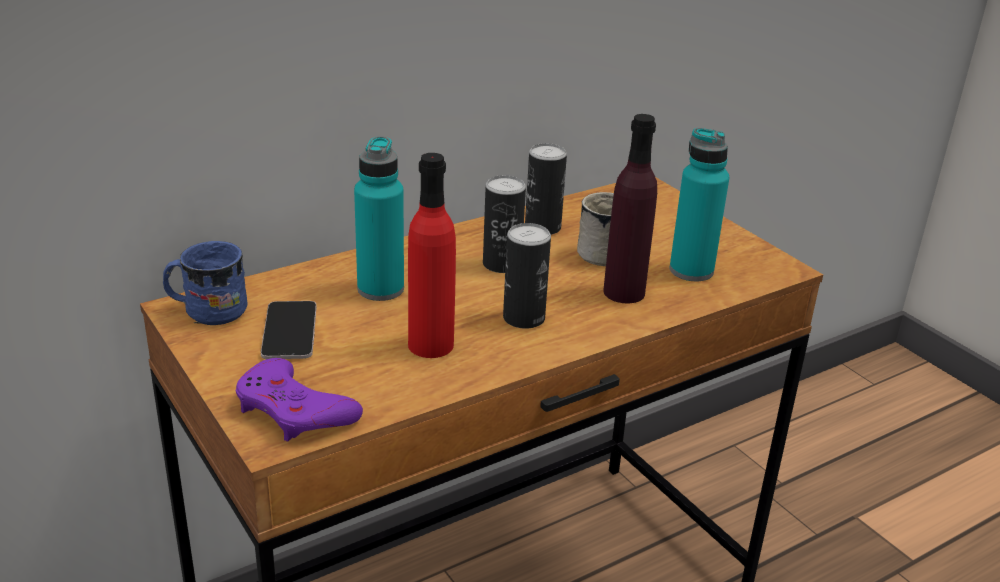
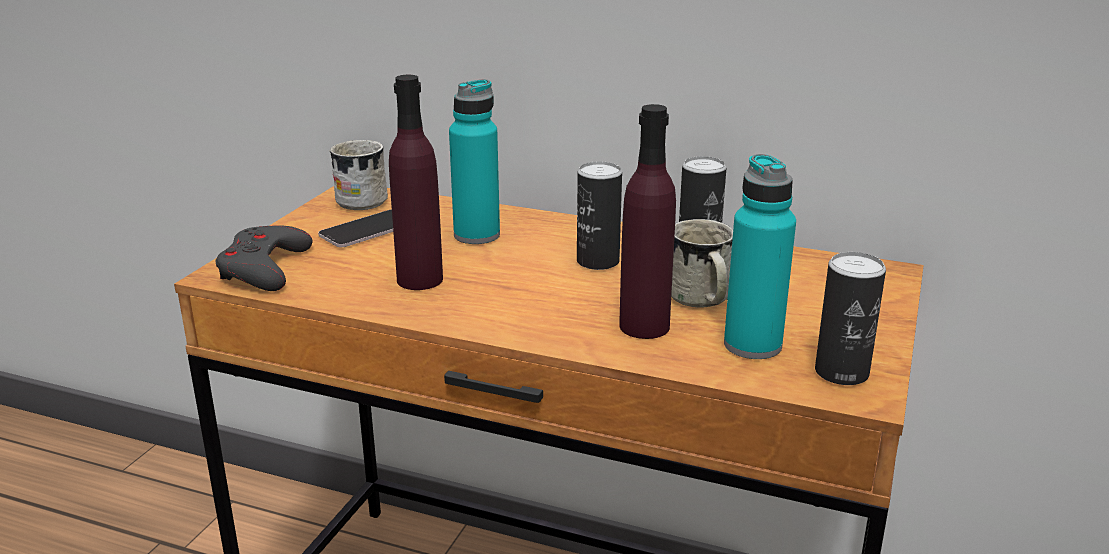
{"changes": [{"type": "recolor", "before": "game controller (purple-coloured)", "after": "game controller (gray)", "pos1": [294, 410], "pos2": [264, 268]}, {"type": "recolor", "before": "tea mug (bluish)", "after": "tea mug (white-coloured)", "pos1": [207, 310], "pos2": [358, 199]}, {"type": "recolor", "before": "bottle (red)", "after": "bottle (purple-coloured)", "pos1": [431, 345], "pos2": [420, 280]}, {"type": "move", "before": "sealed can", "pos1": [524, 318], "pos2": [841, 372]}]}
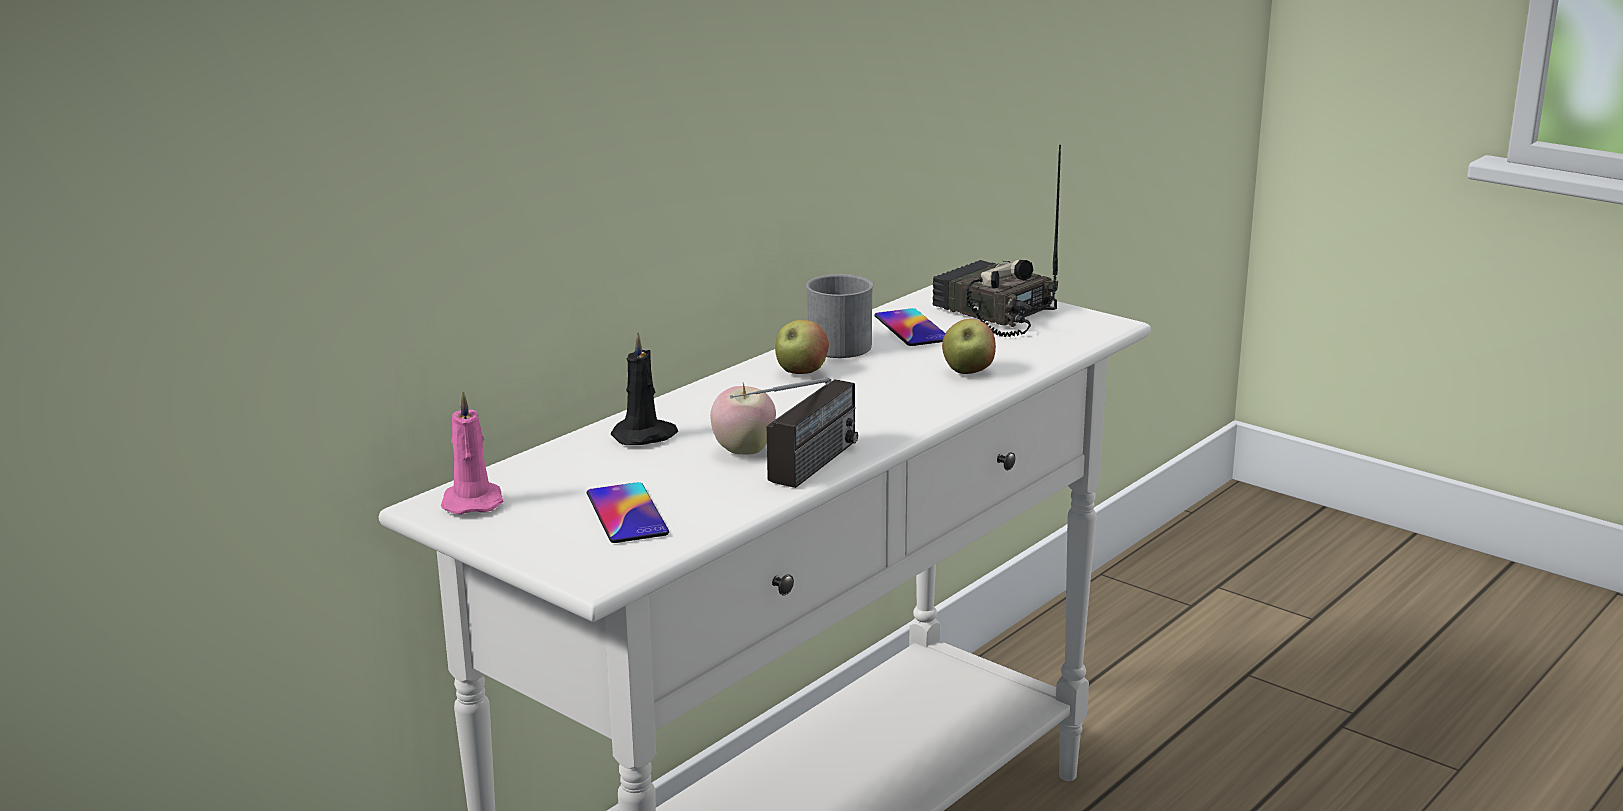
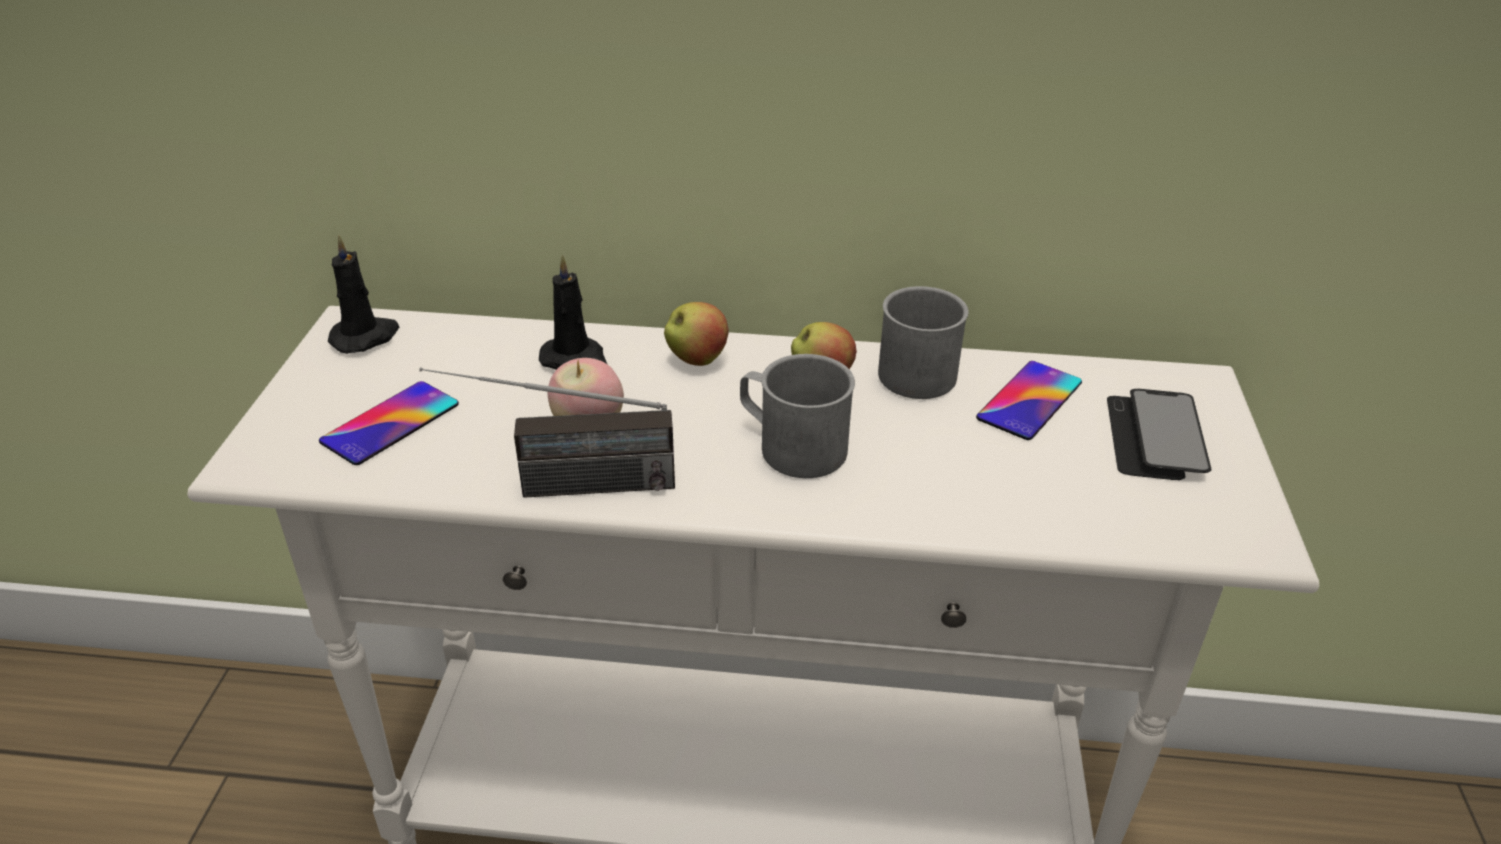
{"changes": [{"type": "recolor", "before": "candle (pinkish)", "after": "candle (black-coloured)", "pos1": [472, 501], "pos2": [366, 337]}, {"type": "move", "before": "apple", "pos1": [968, 372], "pos2": [697, 360]}, {"type": "insert", "after": "tea mug (gray)", "pos2": [791, 446]}, {"type": "replace", "before": "radio receiver", "after": "handset", "pos1": [992, 313], "pos2": [1155, 437]}]}
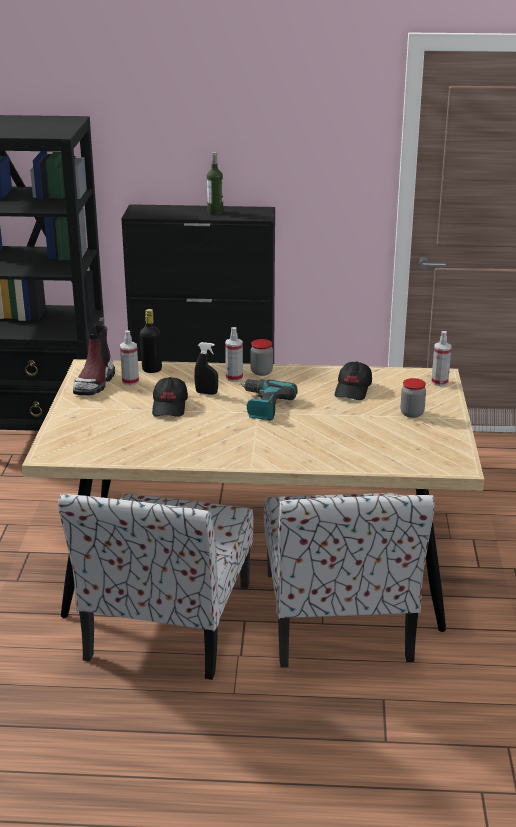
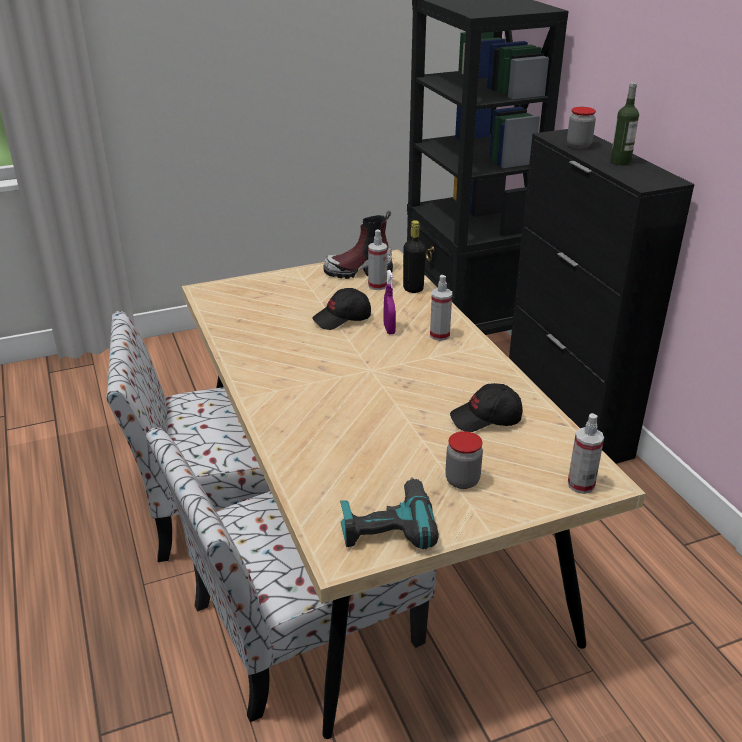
{"changes": [{"type": "move", "before": "electric drill", "pos1": [263, 406], "pos2": [387, 525]}, {"type": "recolor", "before": "hand sprayer (black-coloured)", "after": "hand sprayer (purple-coloured)", "pos1": [206, 393], "pos2": [389, 329]}, {"type": "move", "before": "storage jar", "pos1": [261, 372], "pos2": [578, 146]}]}
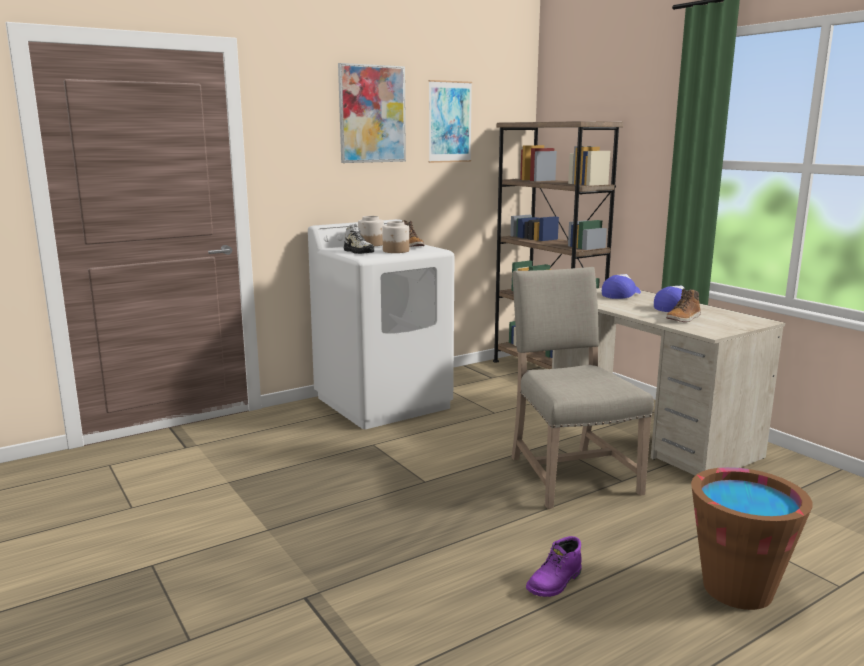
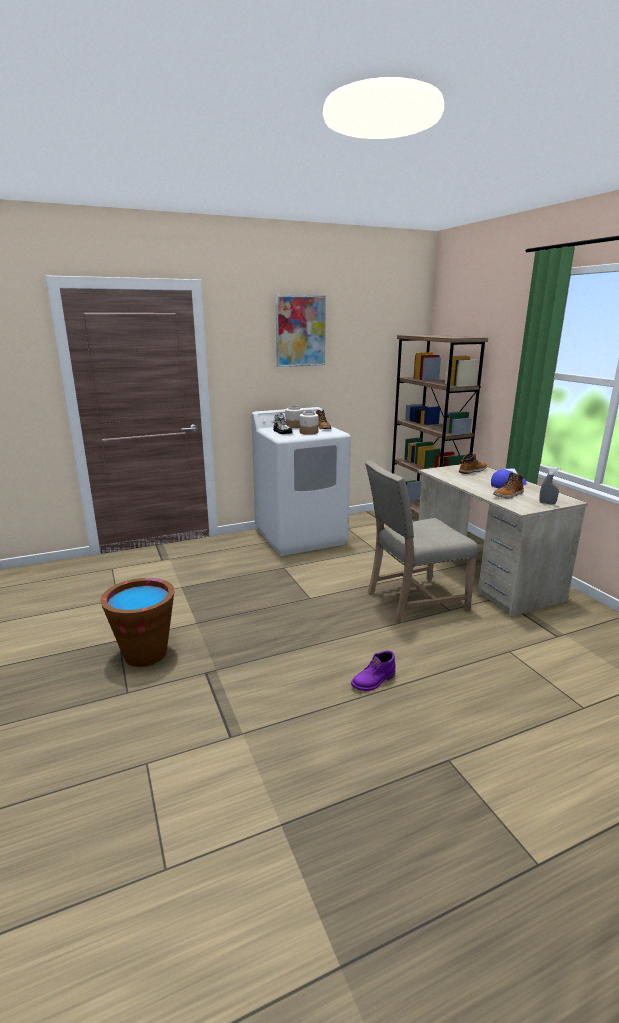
{"changes": [{"type": "move", "before": "bucket (brownish)", "pos1": [737, 589], "pos2": [145, 654]}, {"type": "rotate", "before": "upright chair (sand-coloured)", "pos1": [569, 473], "pos2": [413, 601], "turn": -105}, {"type": "replace", "before": "cap", "after": "boot", "pos1": [621, 294], "pos2": [472, 471]}, {"type": "insert", "after": "hand sprayer (gray)", "pos2": [547, 503]}, {"type": "delete", "before": "wall picture", "pos1": [449, 122]}]}
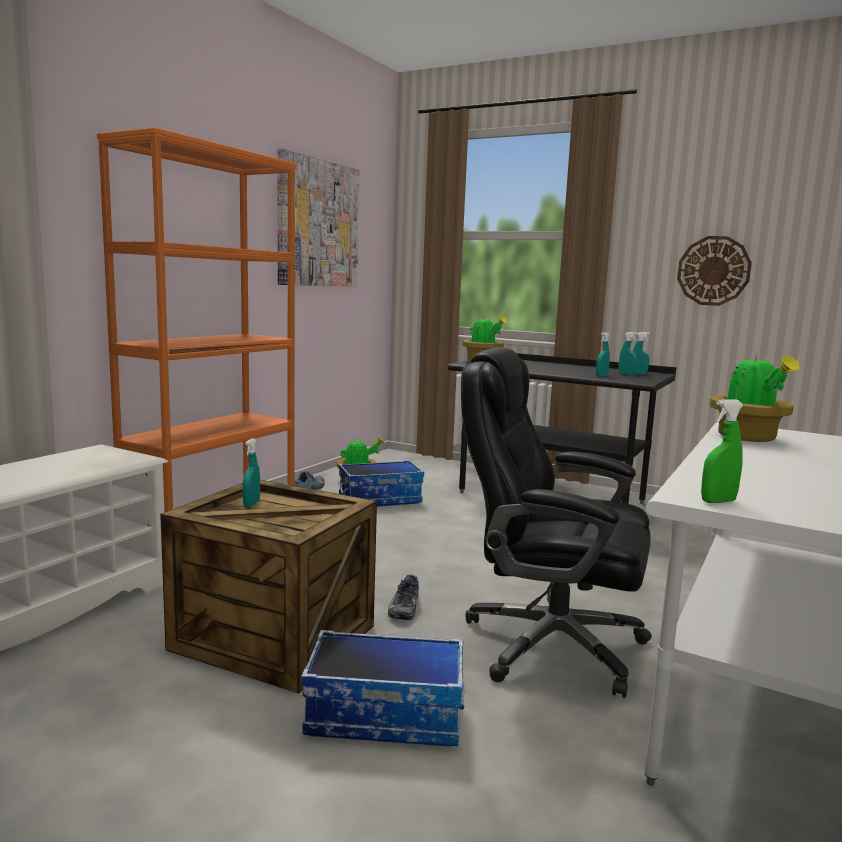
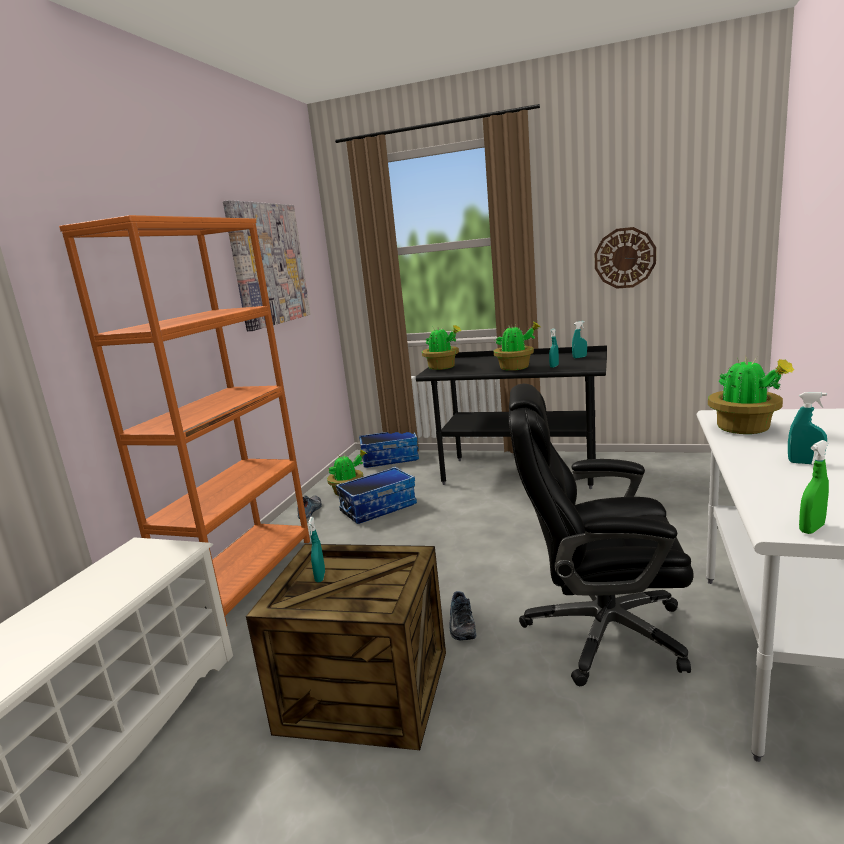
{"changes": [{"type": "move", "before": "storage container", "pos1": [386, 715], "pos2": [390, 459]}, {"type": "insert", "after": "houseplant", "pos2": [516, 368]}, {"type": "move", "before": "hand sprayer (blue-green)", "pos1": [626, 374], "pos2": [805, 463]}]}
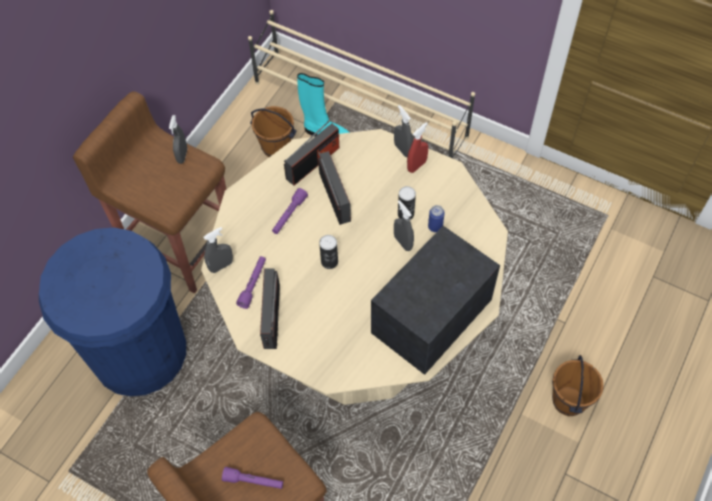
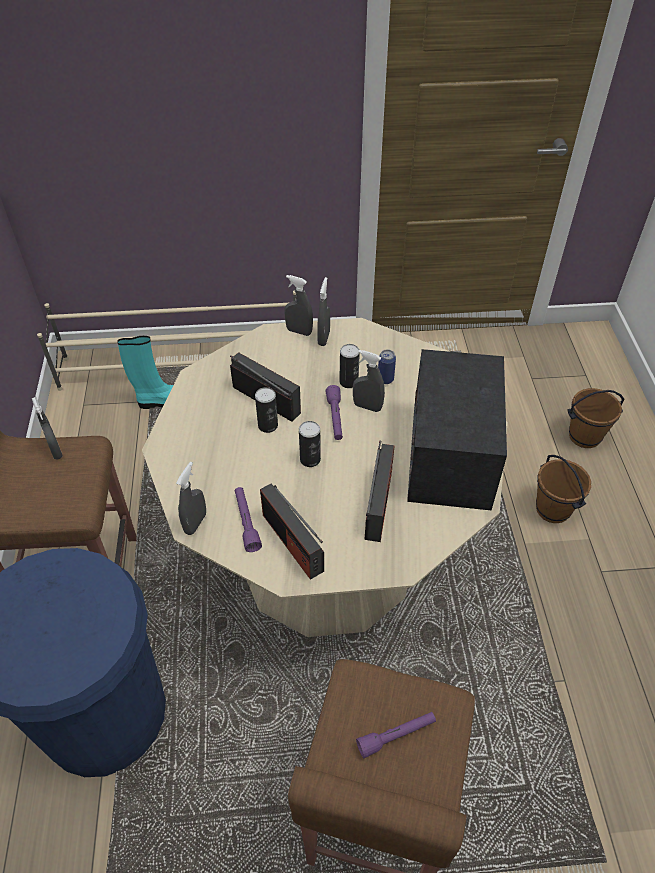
{"changes": [{"type": "insert", "after": "sealed can", "pos2": [268, 425]}, {"type": "recolor", "before": "hand sprayer (red)", "after": "hand sprayer (gray)", "pos1": [417, 165], "pos2": [324, 338]}, {"type": "move", "before": "flashlight (purple-coloured)", "pos1": [289, 215], "pos2": [335, 418]}, {"type": "move", "before": "radio receiver", "pos1": [313, 163], "pos2": [378, 504]}, {"type": "move", "before": "bucket (brownish)", "pos1": [276, 147], "pos2": [584, 436]}]}
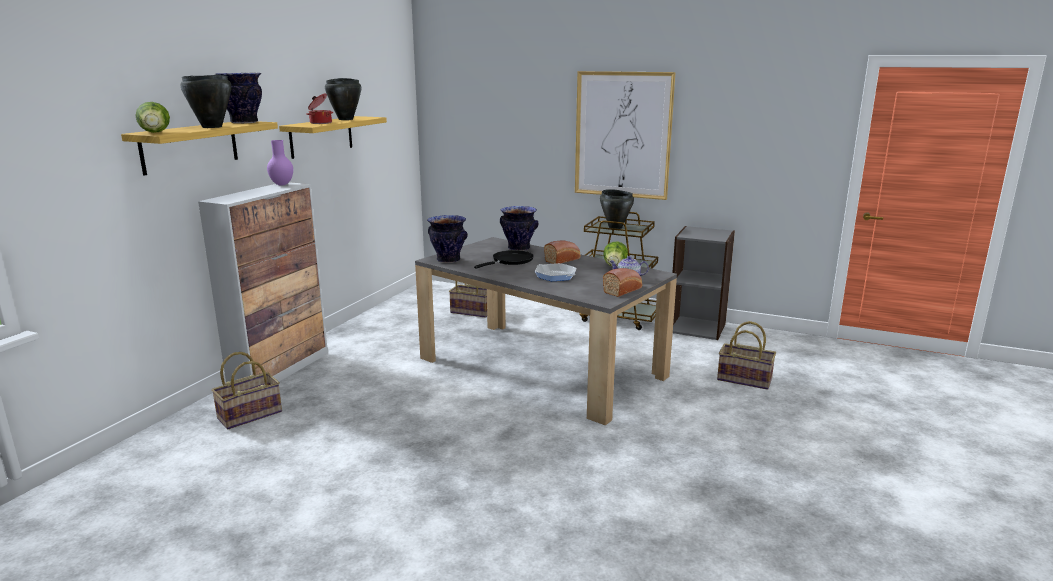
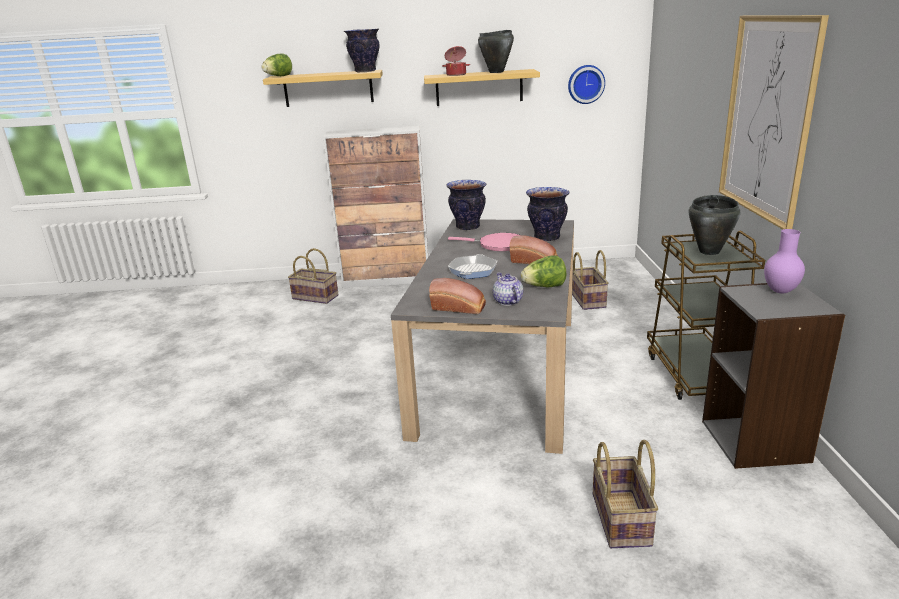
{"changes": [{"type": "recolor", "before": "frying pan (black-coloured)", "after": "frying pan (pinkish)", "pos1": [510, 261], "pos2": [498, 245]}, {"type": "insert", "after": "hanging clock", "pos2": [585, 84]}, {"type": "move", "before": "flower vase (purple-coloured)", "pos1": [282, 184], "pos2": [781, 291]}, {"type": "delete", "before": "stockpot (black-coloured)", "pos1": [212, 127]}]}
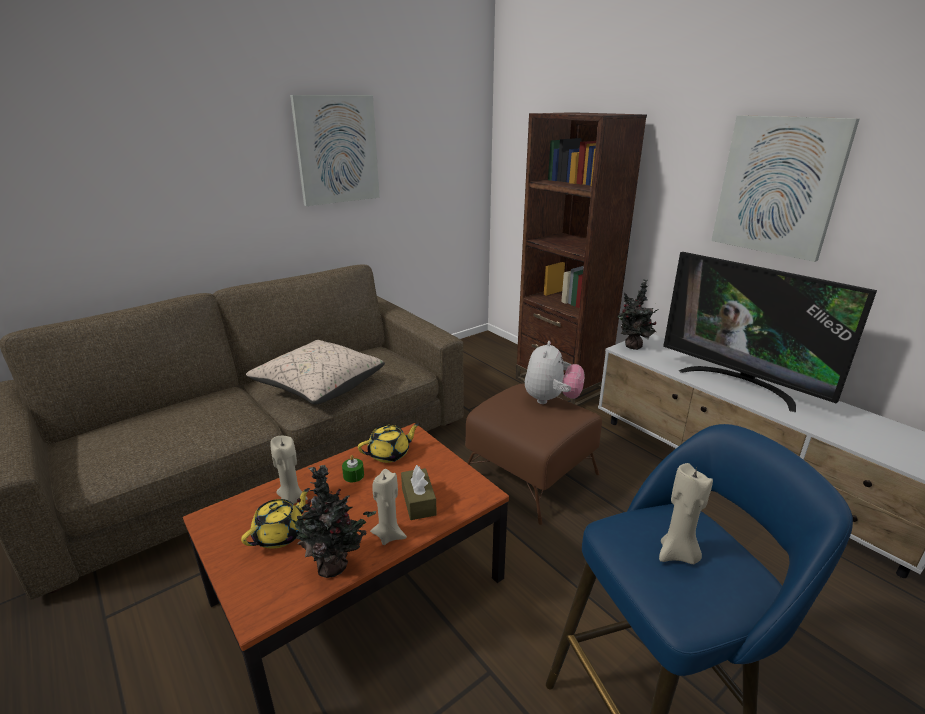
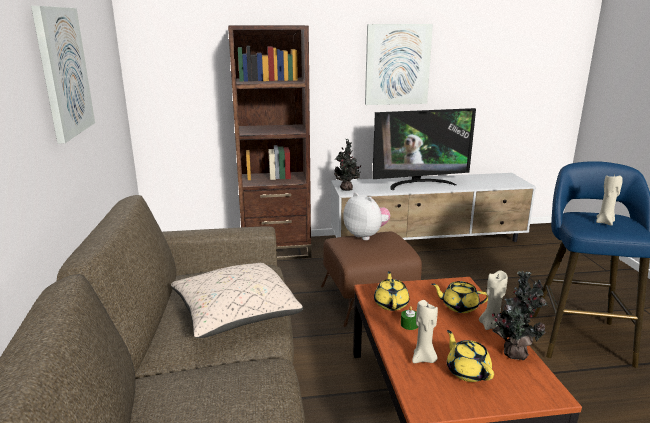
{"changes": [{"type": "replace", "before": "tissue box (brownish)", "after": "pot for tea (yellow-coloured)", "pos1": [418, 501], "pos2": [459, 306]}]}
